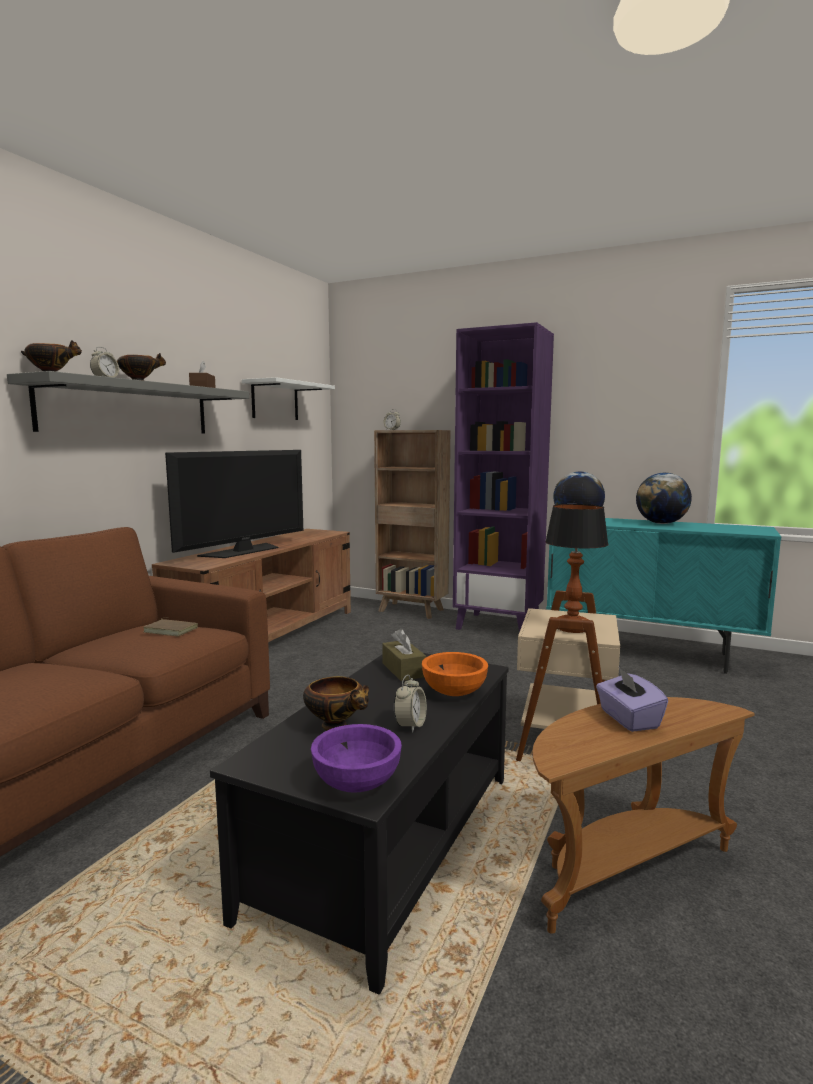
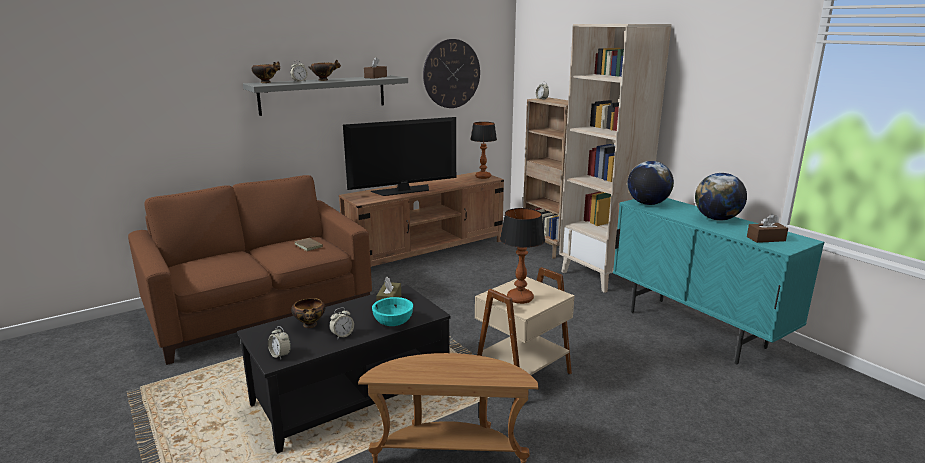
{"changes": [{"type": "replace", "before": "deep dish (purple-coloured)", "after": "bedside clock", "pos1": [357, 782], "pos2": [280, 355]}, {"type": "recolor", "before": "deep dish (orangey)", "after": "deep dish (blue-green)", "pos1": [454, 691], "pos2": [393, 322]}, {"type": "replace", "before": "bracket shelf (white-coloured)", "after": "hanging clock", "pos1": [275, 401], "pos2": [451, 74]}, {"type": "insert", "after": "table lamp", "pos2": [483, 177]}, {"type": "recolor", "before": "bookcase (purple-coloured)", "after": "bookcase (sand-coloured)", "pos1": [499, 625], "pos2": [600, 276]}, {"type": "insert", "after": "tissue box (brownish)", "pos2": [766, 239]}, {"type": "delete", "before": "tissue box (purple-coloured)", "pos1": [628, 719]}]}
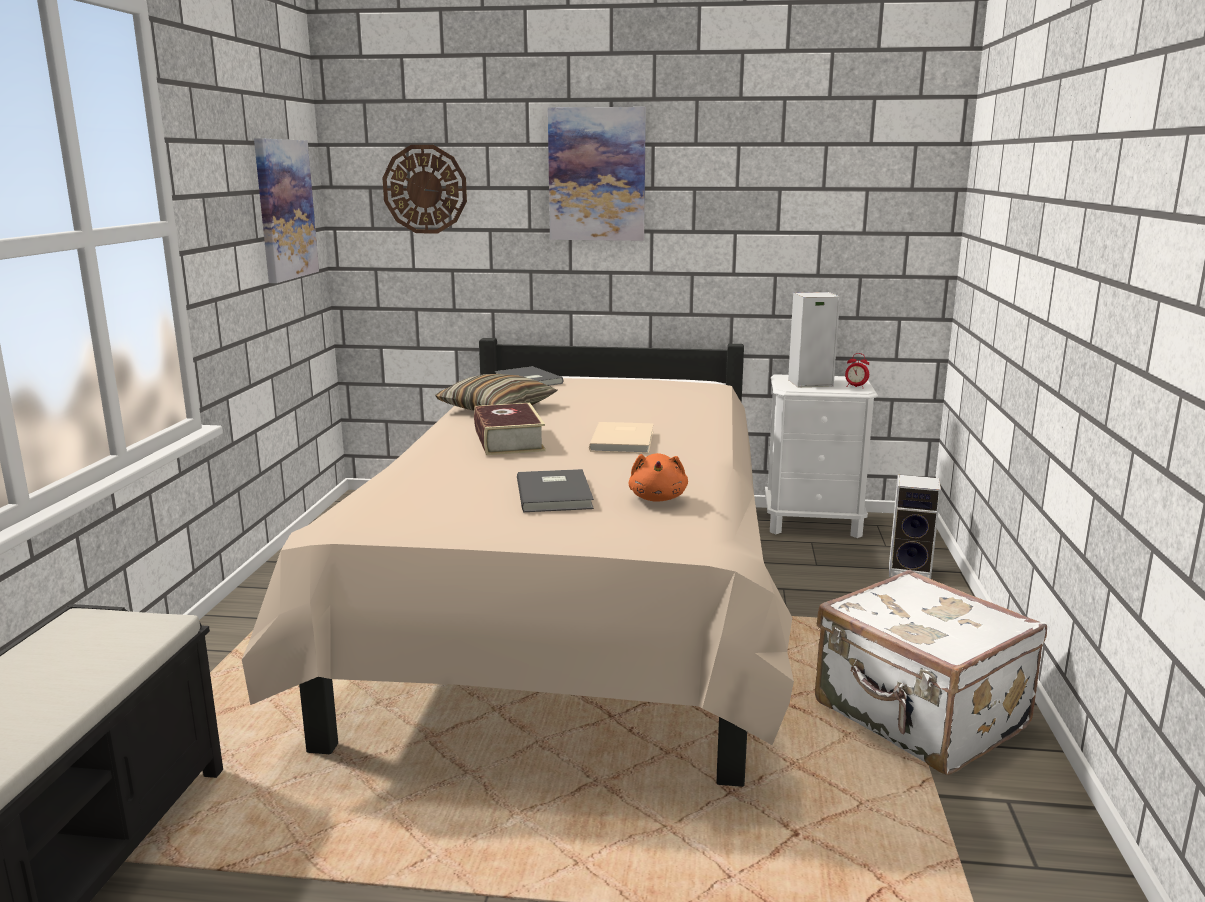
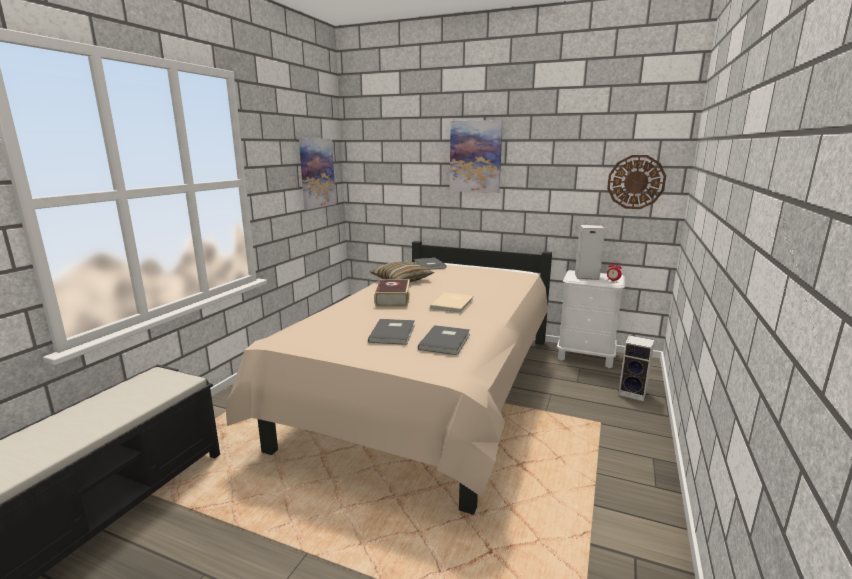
{"changes": [{"type": "replace", "before": "soft toy (orangey)", "after": "bound book (gray)", "pos1": [658, 498], "pos2": [446, 341]}, {"type": "move", "before": "hanging clock", "pos1": [425, 189], "pos2": [636, 182]}, {"type": "delete", "before": "suitcase (white-coloured)", "pos1": [918, 717]}]}
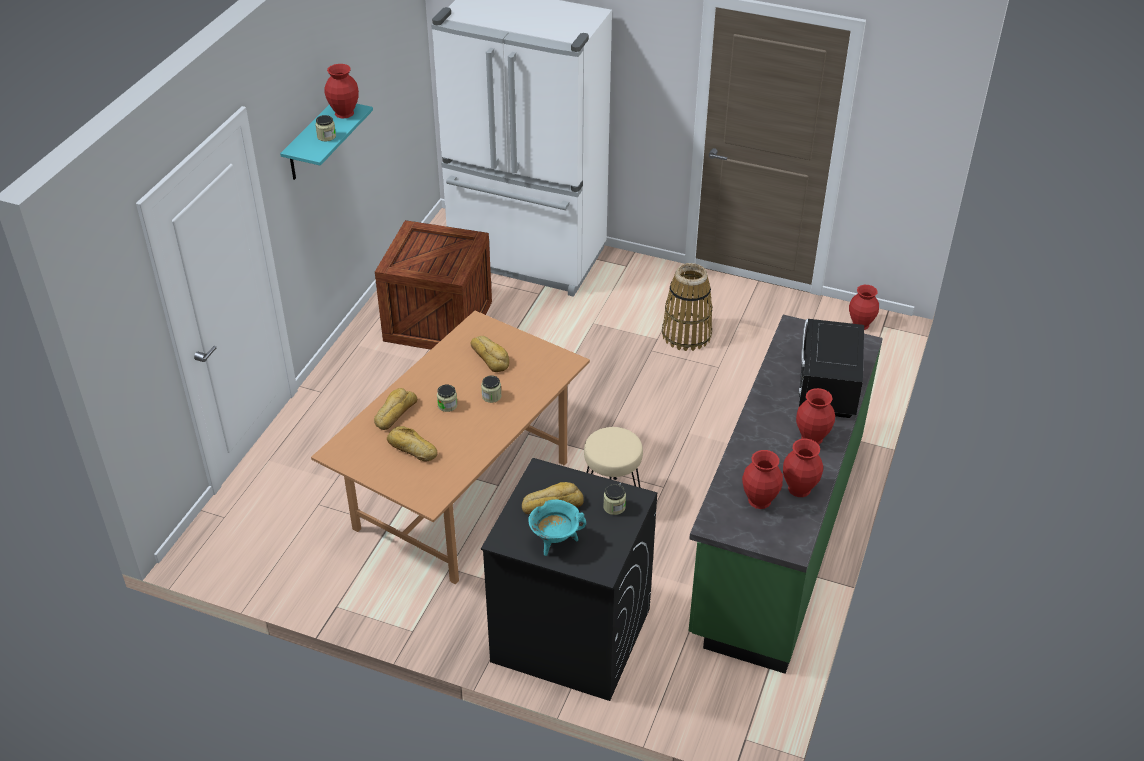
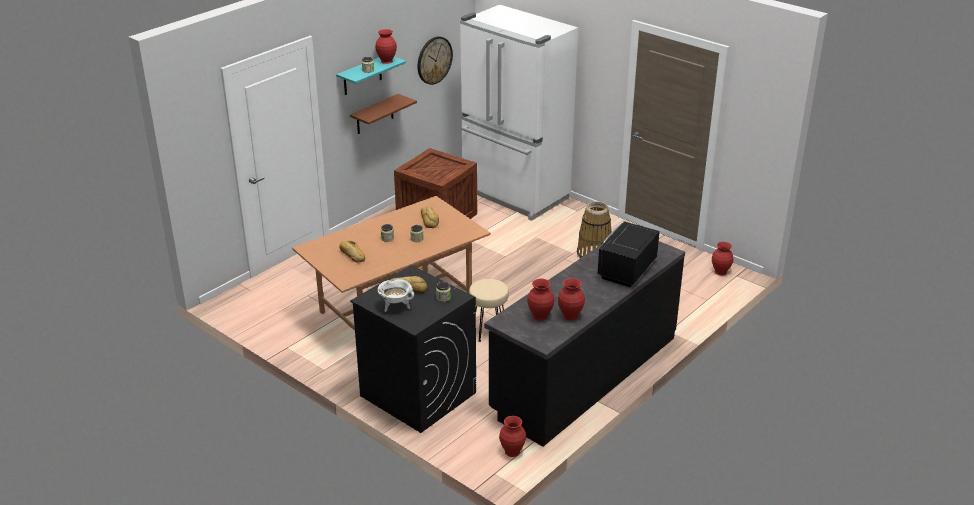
{"changes": [{"type": "insert", "after": "bracket shelf (brownish)", "pos2": [374, 114]}, {"type": "recolor", "before": "stockpot (blue-green)", "after": "stockpot (white-coloured)", "pos1": [555, 542], "pos2": [396, 306]}, {"type": "insert", "after": "hanging clock", "pos2": [434, 60]}, {"type": "recolor", "before": "kitchen counter (green)", "after": "kitchen counter (black-coloured)", "pos1": [776, 537], "pos2": [584, 374]}, {"type": "move", "before": "flower vase (red)", "pos1": [811, 437], "pos2": [512, 451]}, {"type": "delete", "before": "baked bread", "pos1": [394, 412]}]}
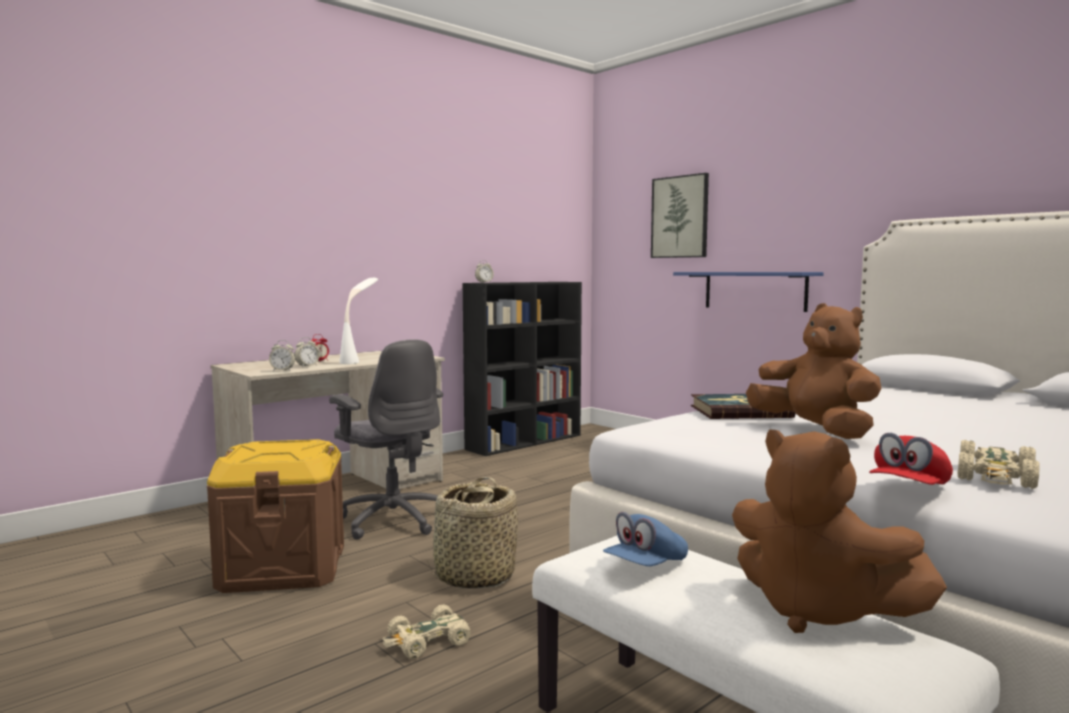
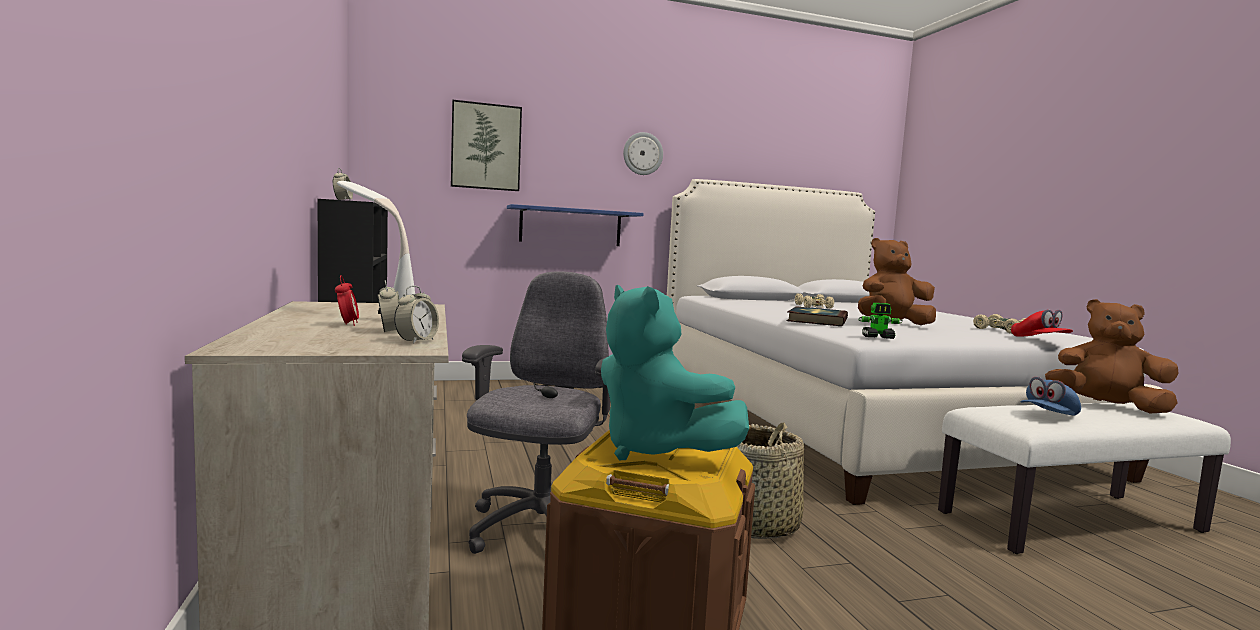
{"changes": [{"type": "rotate", "before": "computer chair (gray)", "pos1": [392, 520], "pos2": [539, 530], "turn": -60}, {"type": "insert", "after": "soft toy (blue-green)", "pos2": [655, 450]}, {"type": "insert", "after": "hanging clock", "pos2": [642, 153]}, {"type": "move", "before": "toy car (sand-coloured)", "pos1": [427, 641], "pos2": [814, 306]}, {"type": "insert", "after": "robot figure", "pos2": [878, 337]}, {"type": "rotate", "before": "cap (bluish)", "pos1": [645, 566], "pos2": [1049, 416], "turn": 75}, {"type": "rotate", "before": "soft toy (brownish)", "pos1": [817, 611], "pos2": [1106, 406], "turn": -135}]}
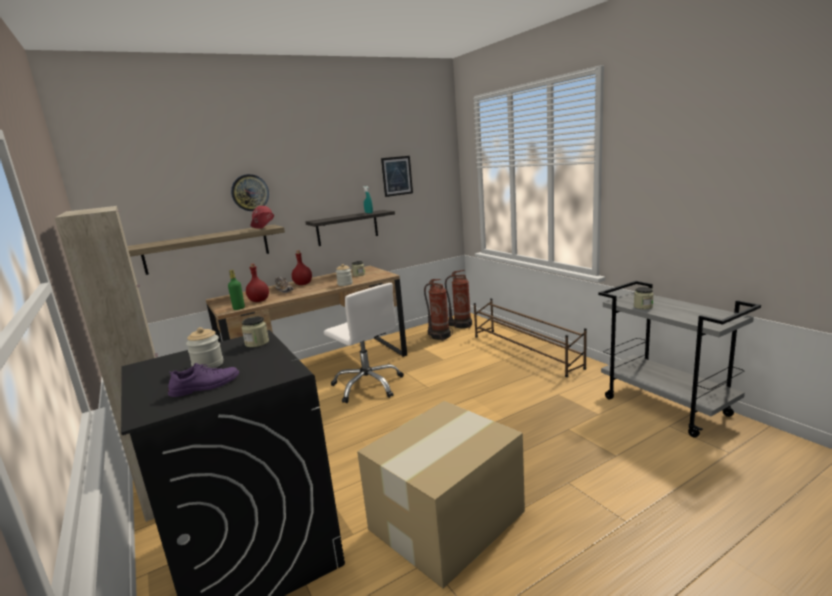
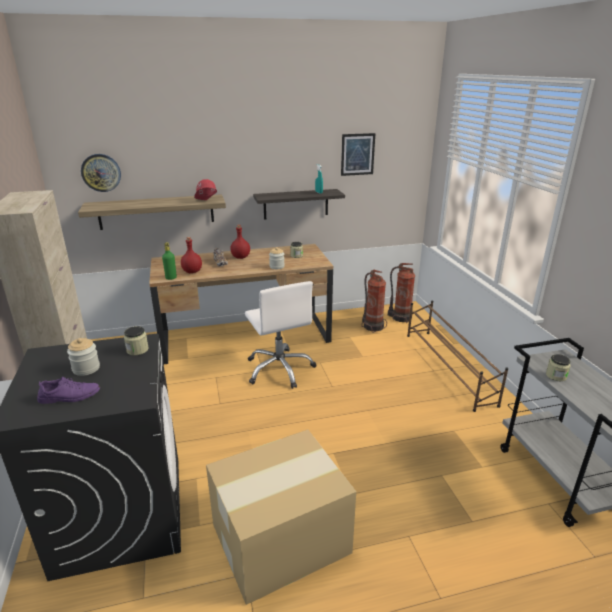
{"changes": [{"type": "move", "before": "hanging clock", "pos1": [250, 192], "pos2": [101, 172]}]}
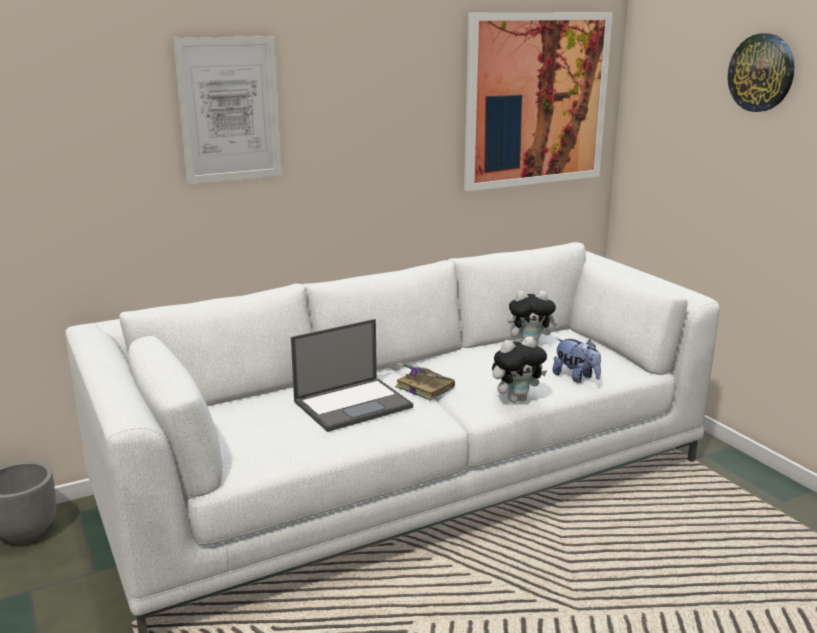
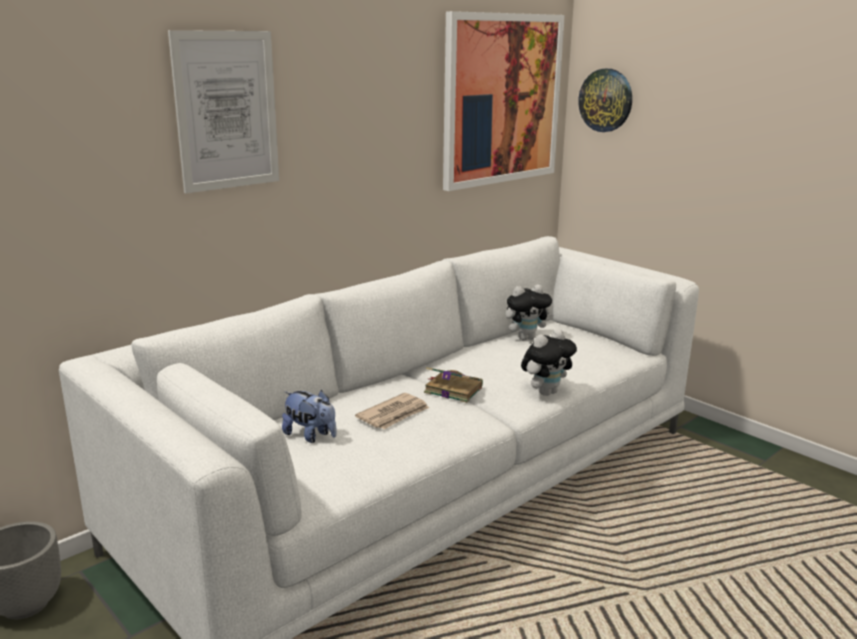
{"changes": [{"type": "move", "before": "soft toy", "pos1": [576, 377], "pos2": [310, 436]}, {"type": "replace", "before": "portable computer", "after": "printed paper", "pos1": [354, 404], "pos2": [394, 414]}, {"type": "move", "before": "hanging clock", "pos1": [761, 73], "pos2": [606, 100]}]}
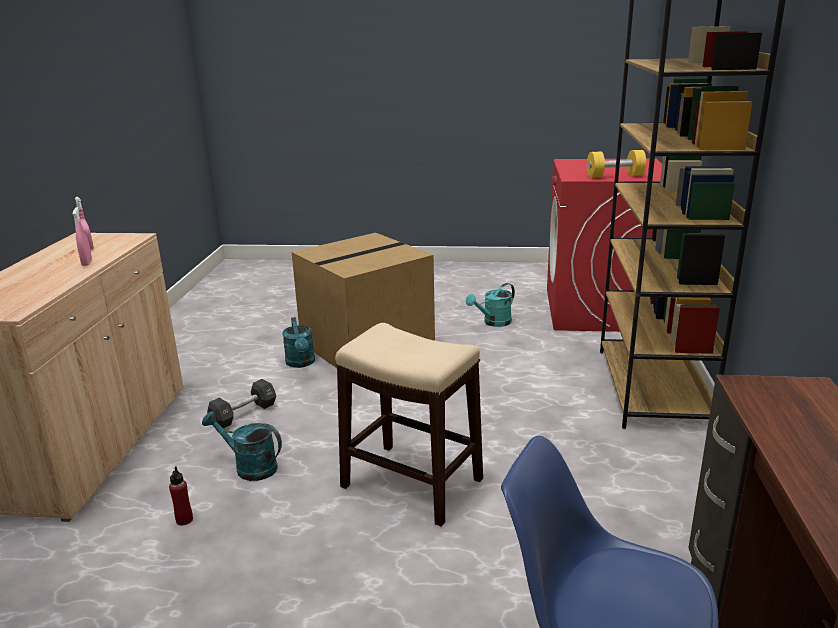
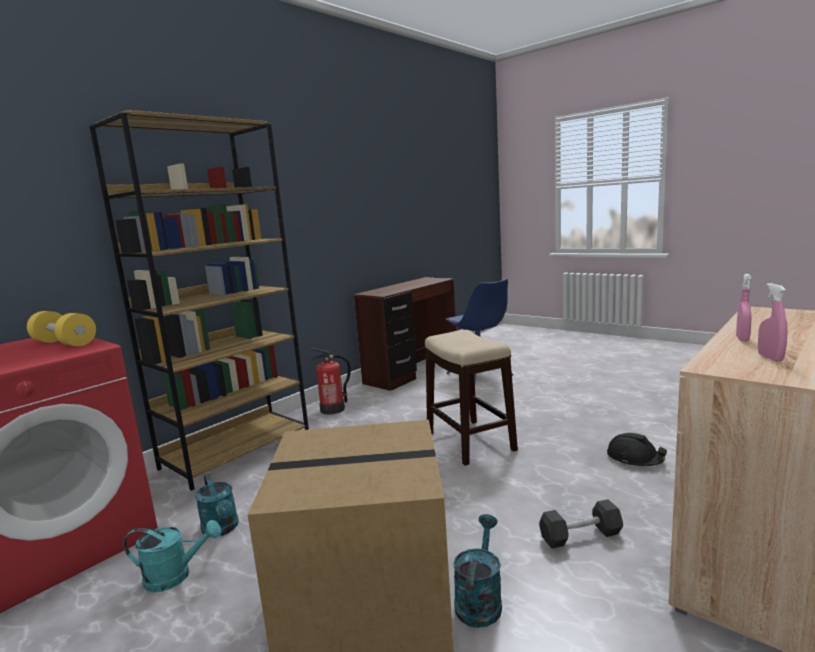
{"changes": [{"type": "move", "before": "watering can (blue-green)", "pos1": [249, 467], "pos2": [222, 529]}, {"type": "insert", "after": "fire extinguisher", "pos2": [333, 409]}, {"type": "replace", "before": "bottle (red)", "after": "work helmet (black-coloured)", "pos1": [184, 520], "pos2": [634, 459]}]}
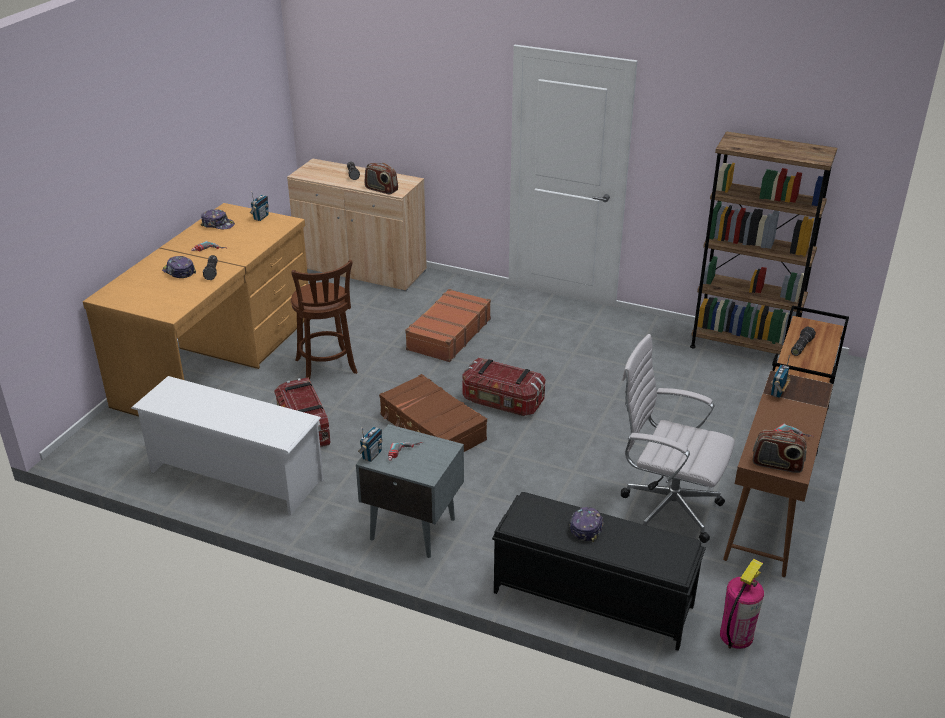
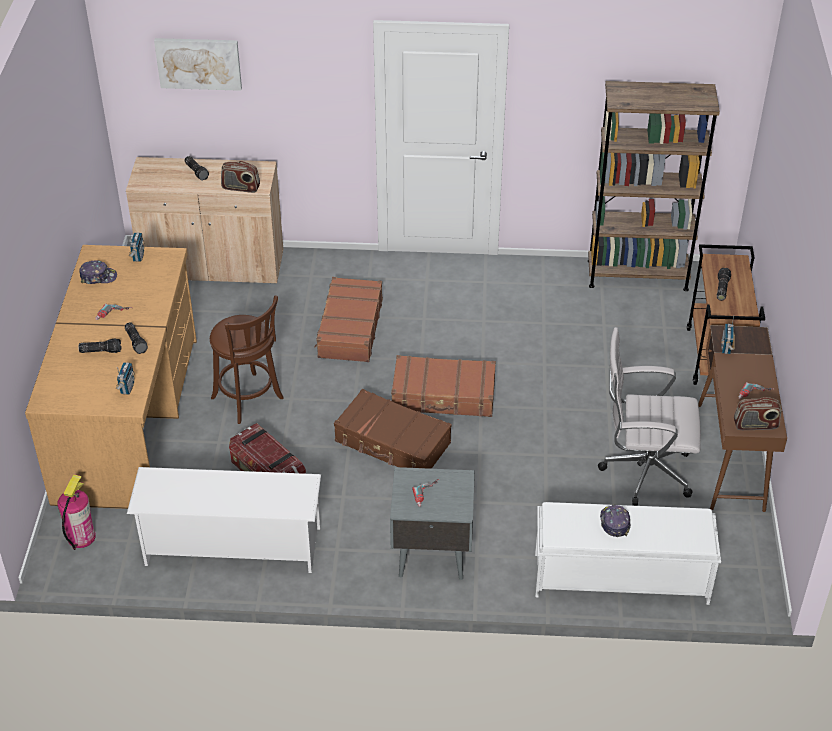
{"changes": [{"type": "move", "before": "fire extinguisher", "pos1": [736, 635], "pos2": [81, 537]}, {"type": "replace", "before": "cap", "after": "flashlight", "pos1": [179, 272], "pos2": [101, 350]}, {"type": "move", "before": "radio receiver", "pos1": [371, 455], "pos2": [127, 388]}, {"type": "insert", "after": "wall picture", "pos2": [198, 63]}, {"type": "replace", "before": "storage container", "after": "suitcase (brownish)", "pos1": [502, 402], "pos2": [444, 396]}, {"type": "recolor", "before": "indoor bench (black-coloured)", "after": "indoor bench (white-coloured)", "pos1": [591, 598], "pos2": [619, 577]}]}
